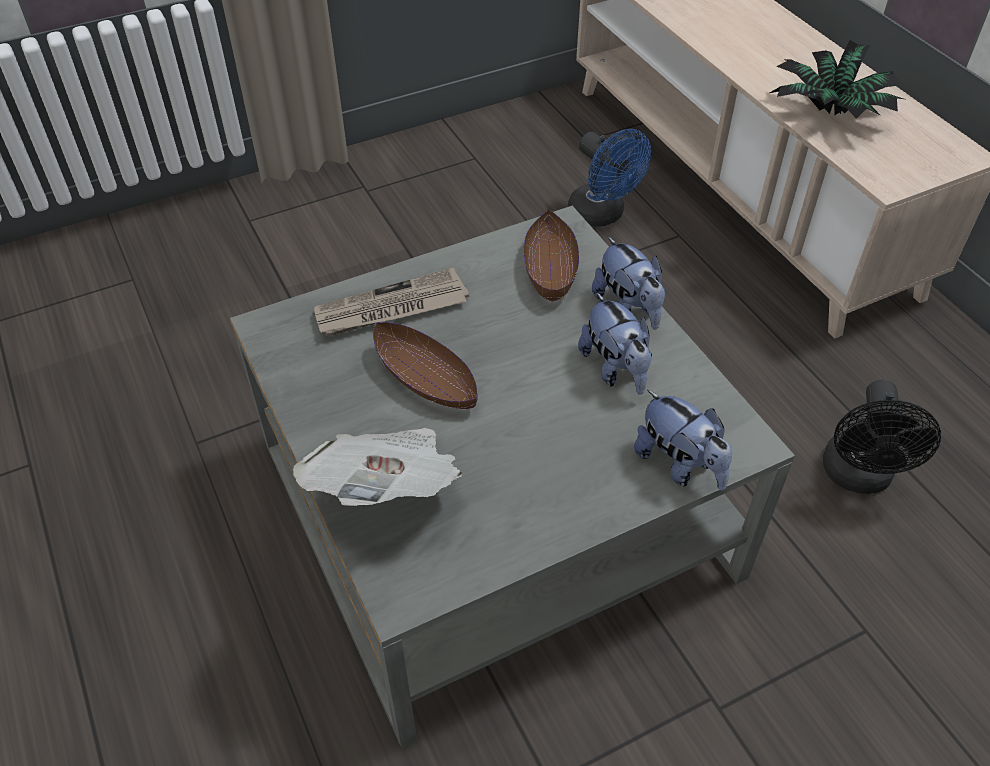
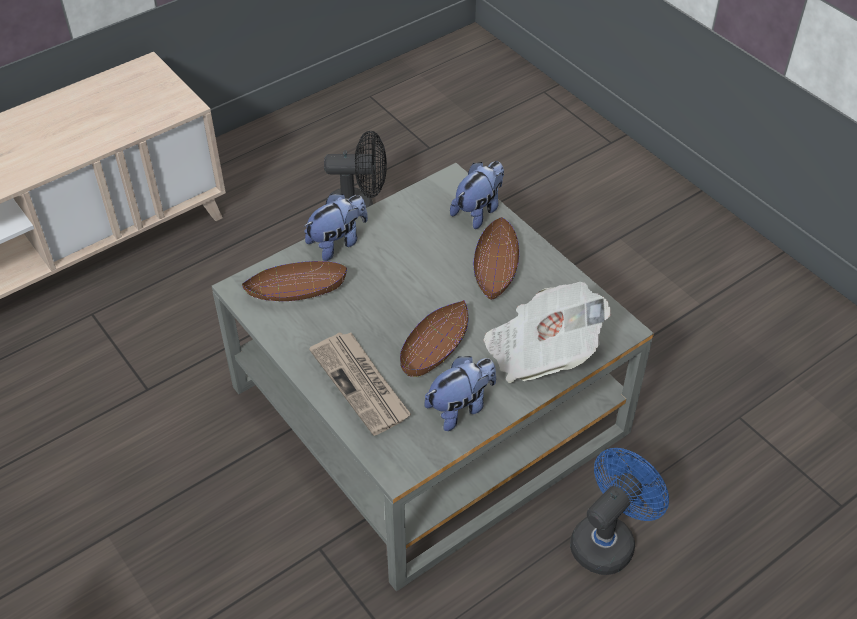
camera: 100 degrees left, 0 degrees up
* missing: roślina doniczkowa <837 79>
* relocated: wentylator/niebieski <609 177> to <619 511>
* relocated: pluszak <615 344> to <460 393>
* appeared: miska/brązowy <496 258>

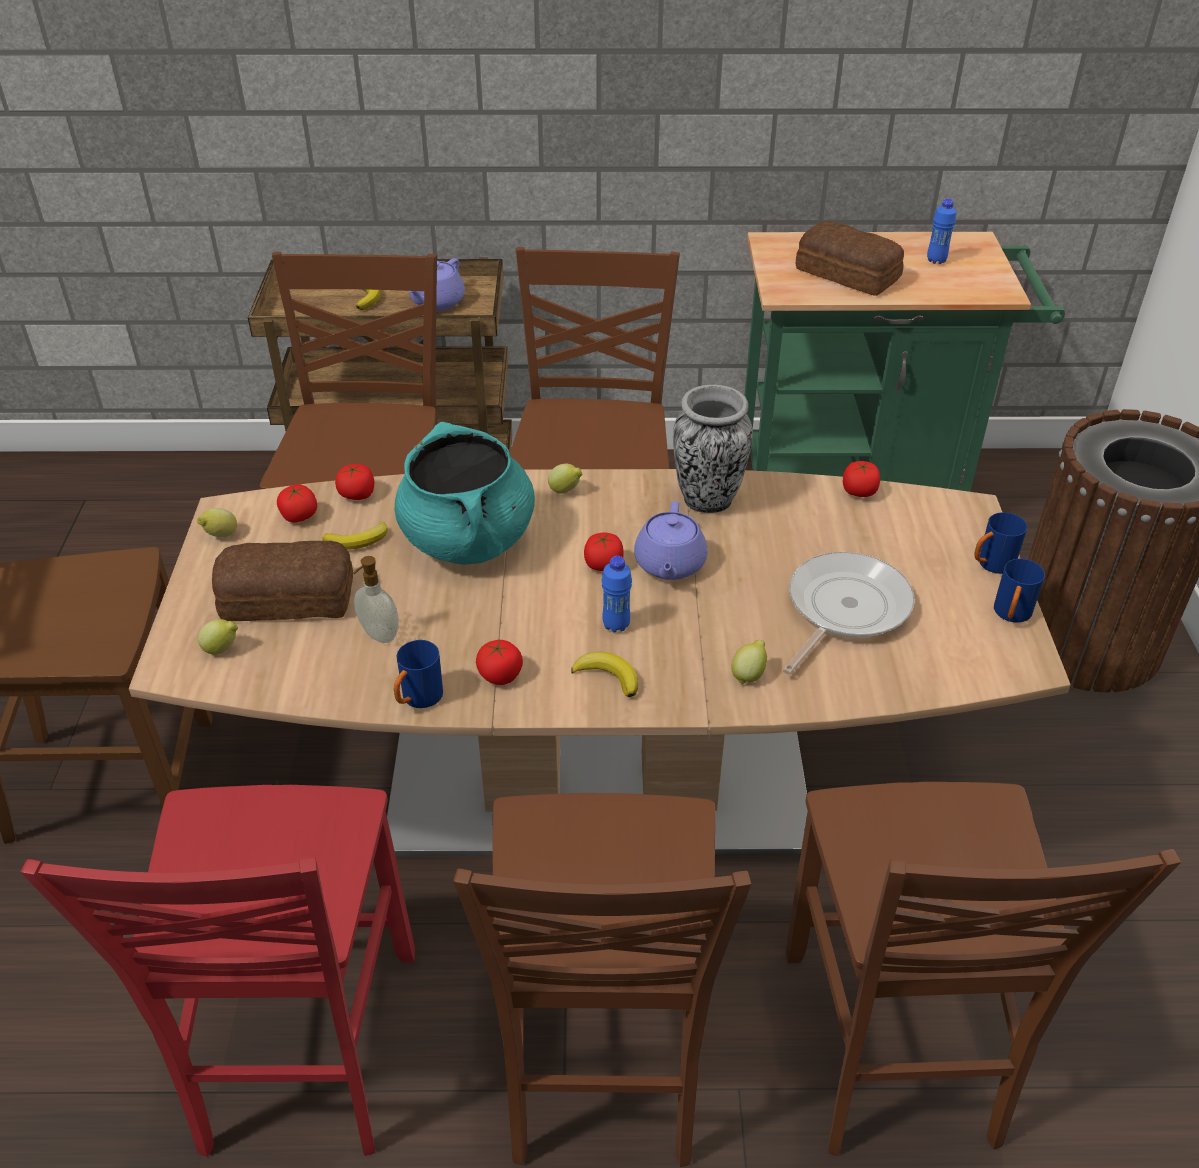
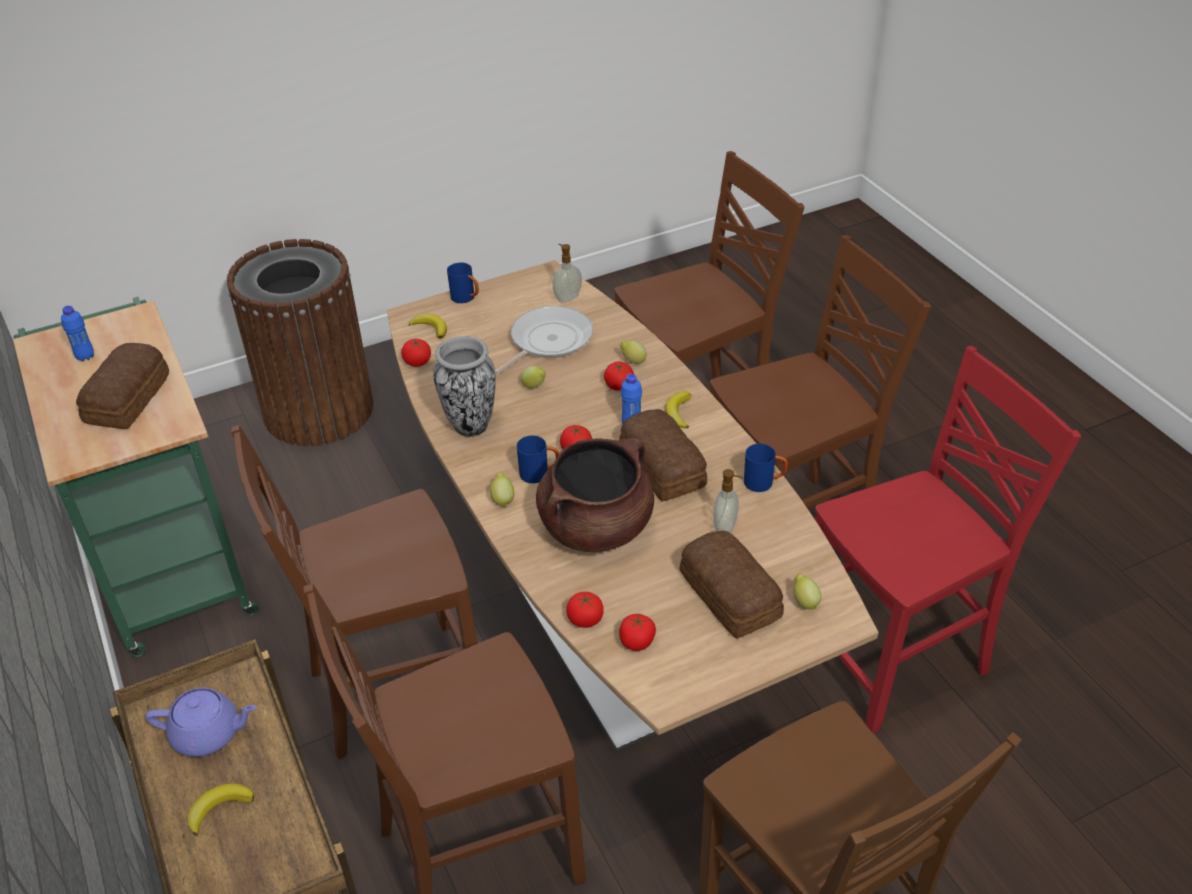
camera: 115 degrees left, 0 degrees up
* colour: garnek/turkusowy <465 493> to garnek/brązowy <595 495>
* missing: imbryk/fioletowy <670 540>
* relocated: cytryna <217 522> to <533 377>
* relocated: banan <355 536> to <428 326>
* spun: patelnia <849 613> = <544 341> 120 degrees clockwise
* relocated: kubek/niebieski <1019 590> to <538 459>
* relocated: pomidor <499 662> to <619 376>
* appeared: dozownik mydła <567 273>
* appeared: chleb <663 455>

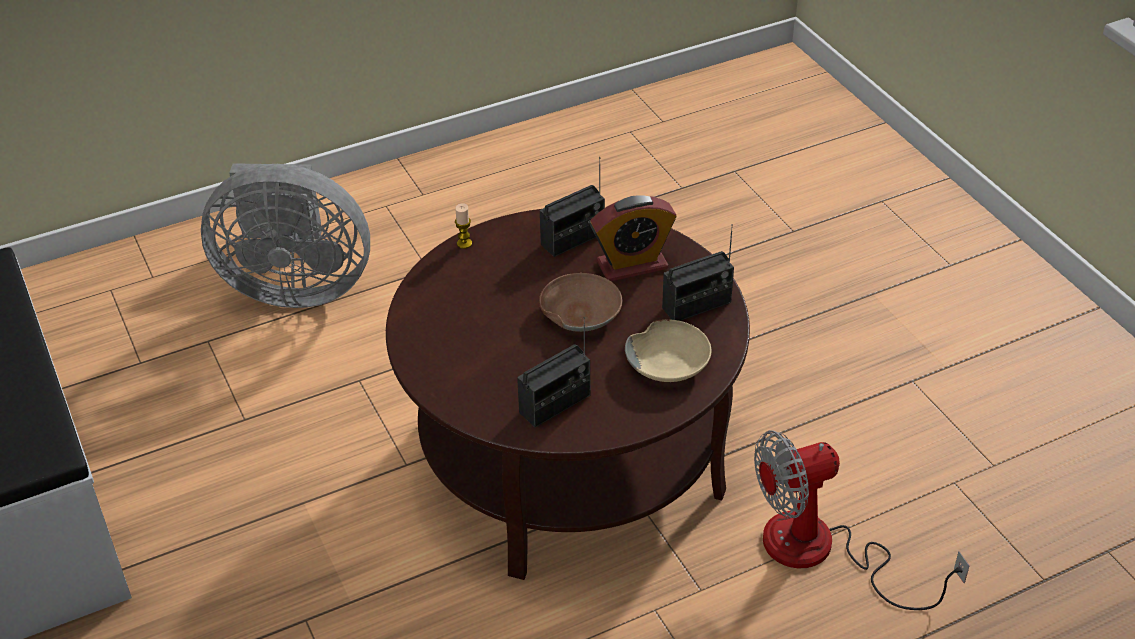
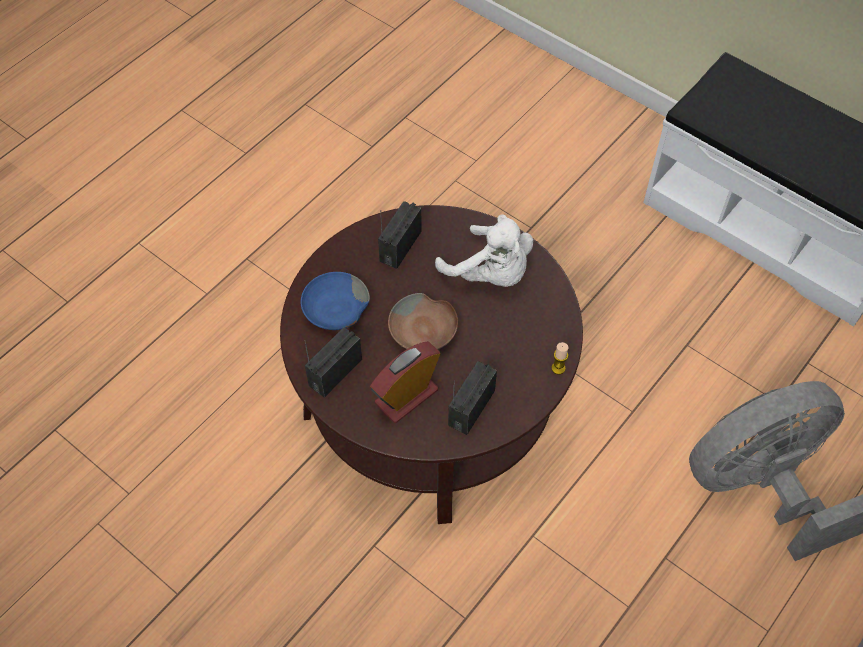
camera: 155 degrees right, 15 degrees up
* colour: miska/beżowy <668 350> to miska/niebieski <335 301>
* missing: wentylator <862 520>
* appeared: pluszak/biały <484 250>

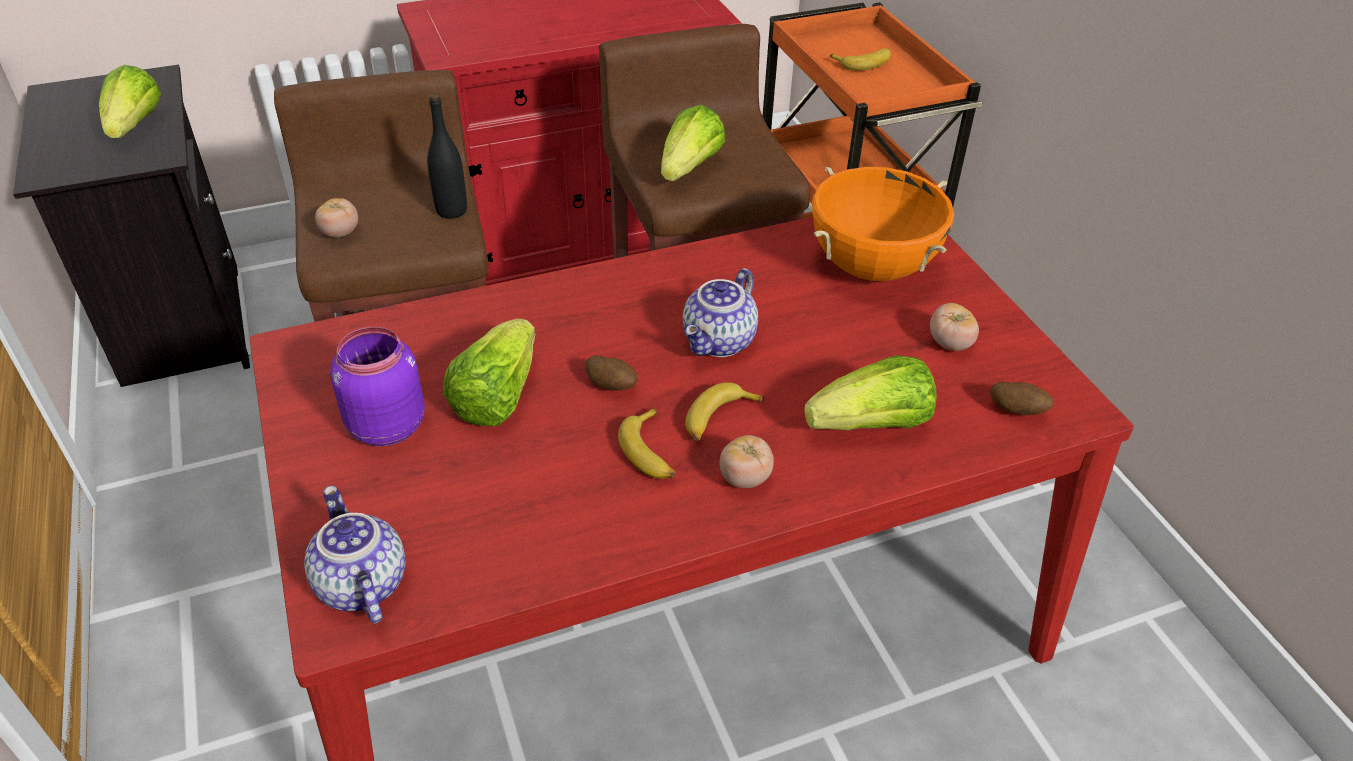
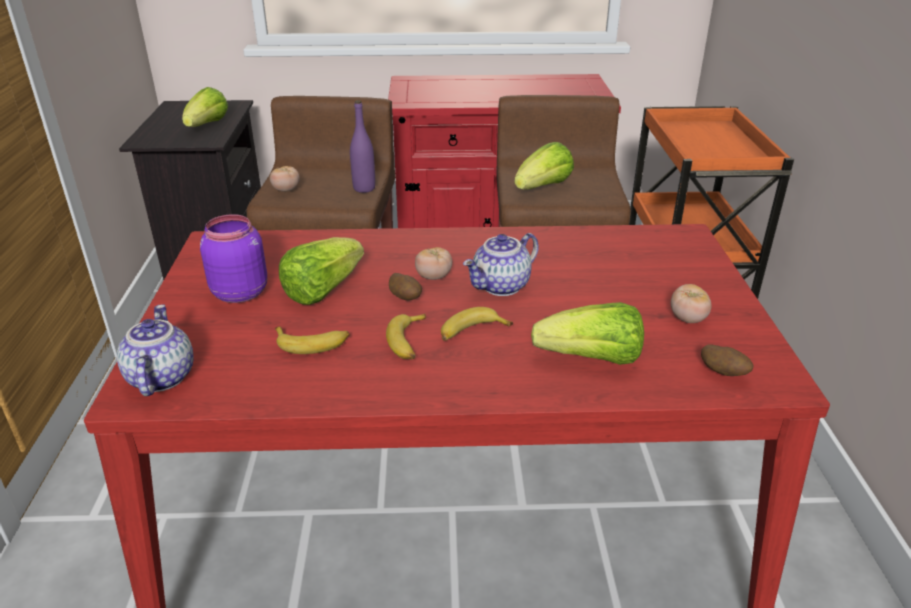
camera: 20 degrees right, 10 degrees down
* relocated: banan <860 59> to <312 340>
* colour: butelka/czarny <447 156> to butelka/fioletowy <362 146>
* missing: garnek/pomarańczowy <883 224>
* relocated: pomidor <747 461> to <433 263>

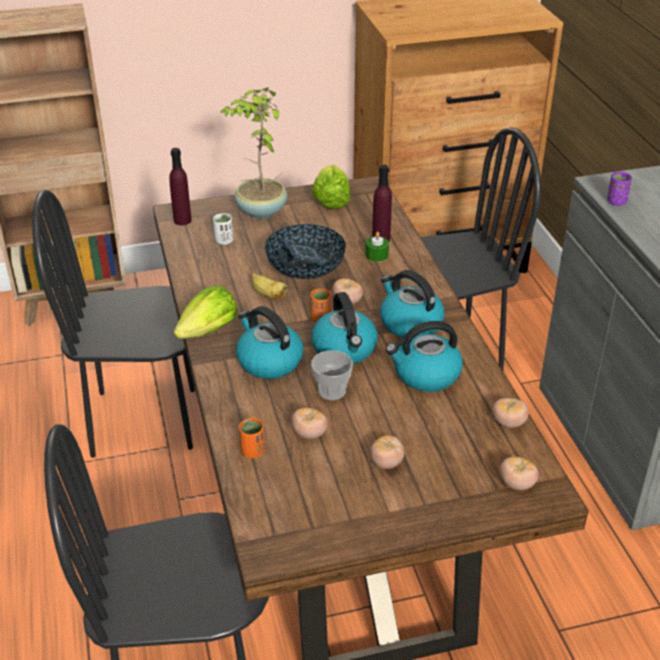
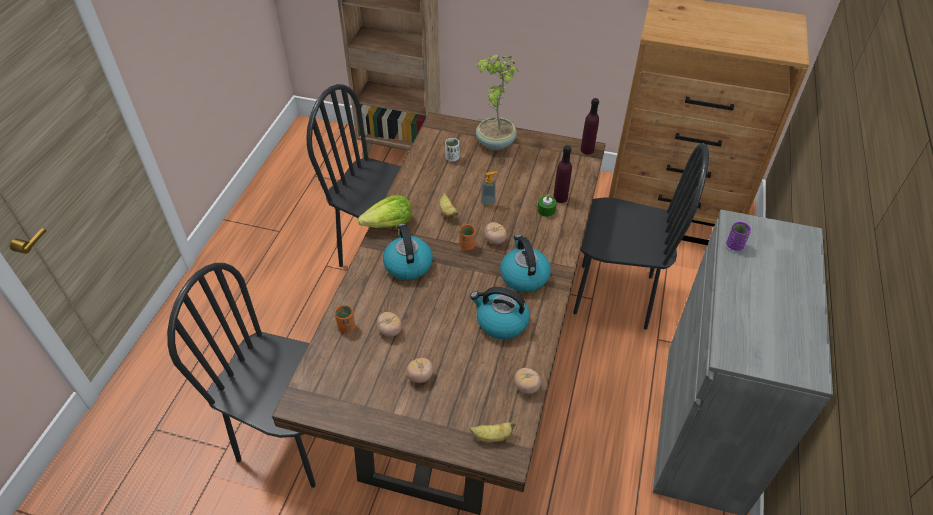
camera: 30 degrees right, 10 degrees up
* relocated: butelka/fioletowy <180 186> to <590 126>
* missing: sałata <331 187>
* exchanged: miska <305 251> to dozownik mydła <489 189>
* missing: czajnik <344 328>
* missing: filiżanka <332 375>
* exchanged: pomidor <519 473> to banan <493 432>

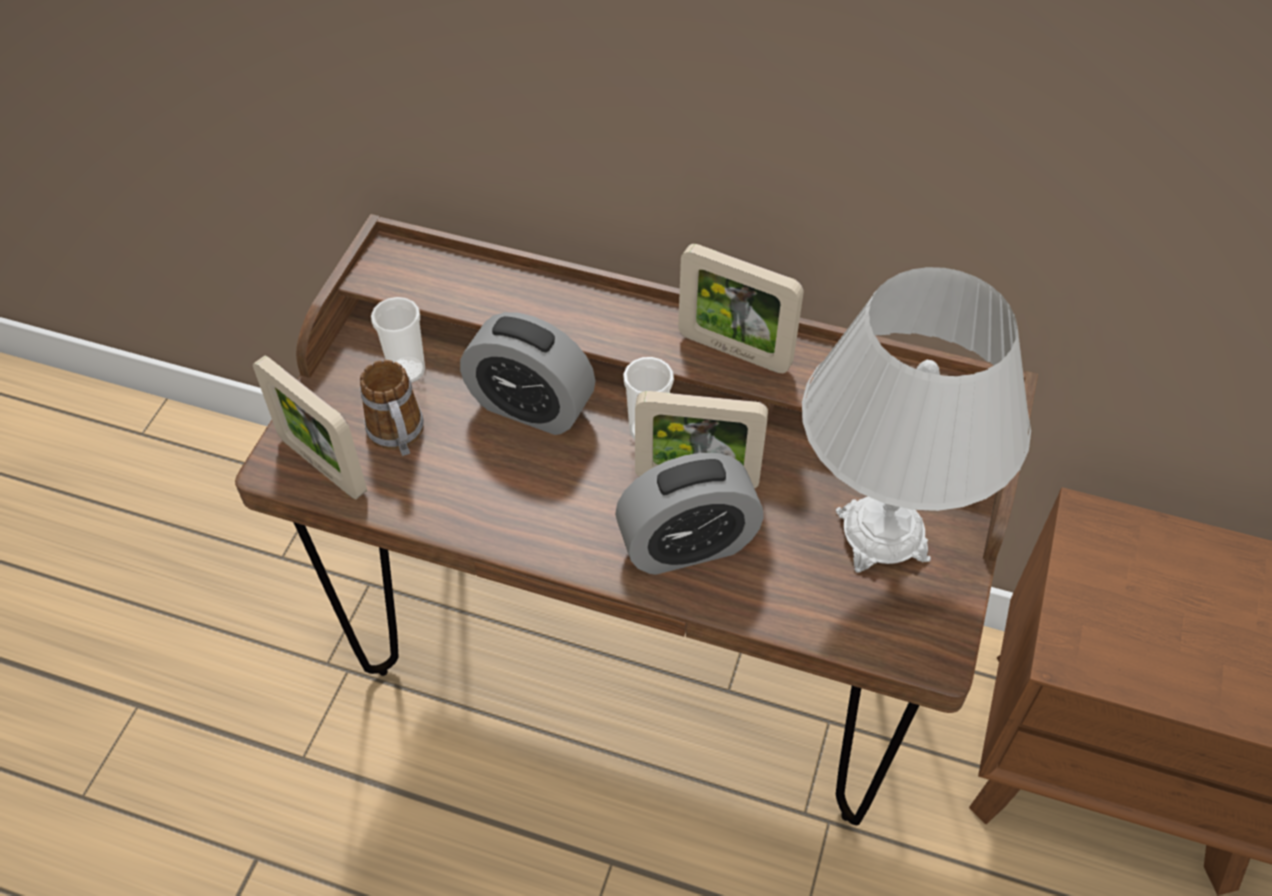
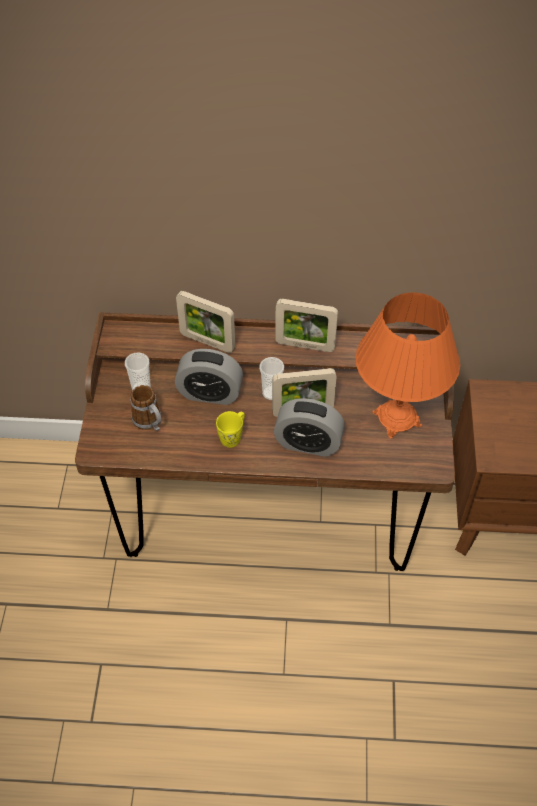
camera: 15 degrees left, 0 degrees up
* colour: lampa stołowa/biały <916 420> to lampa stołowa/pomarańczowy <407 365>
* relocated: ramka na zdjęcie <310 427> to <205 322>
* spun: budzik <689 514> = <309 427> 45 degrees clockwise
* appeared: kubek/żółty <230 429>

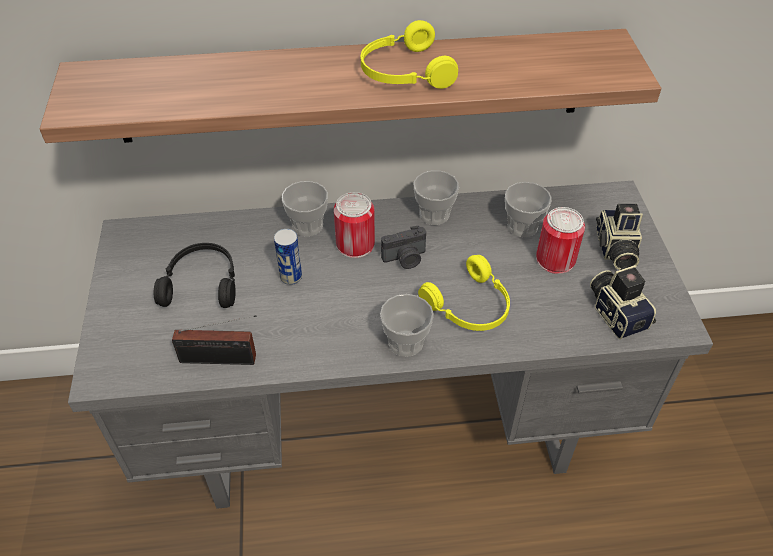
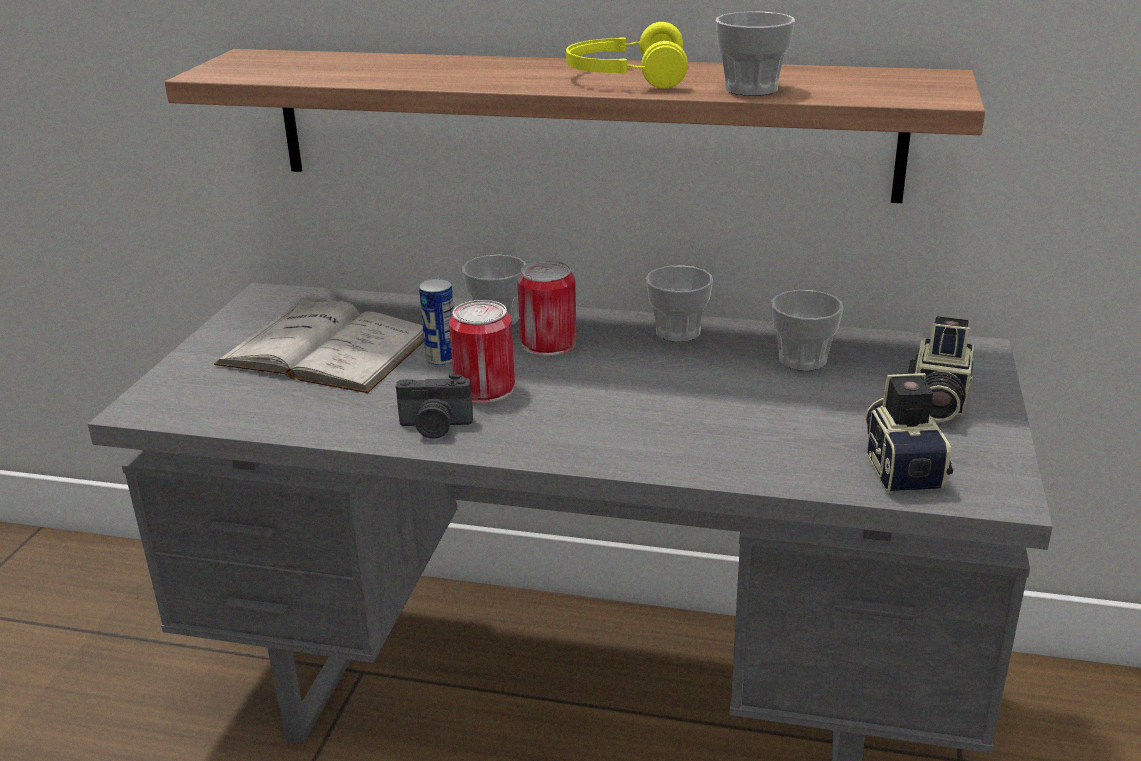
camera: 20 degrees right, 20 degrees down
* relocated: puszka <560 240> to <482 352>
* relocated: aparat fotograficzny <403 247> to <434 406>
* exchanged: słuchawki/czarny <195 275> to książka/biały <319 345>
* missing: słuchawki/żółty <464 293>
* relocated: filiżanka <407 325> to <755 54>
* missing: radio <214 340>

